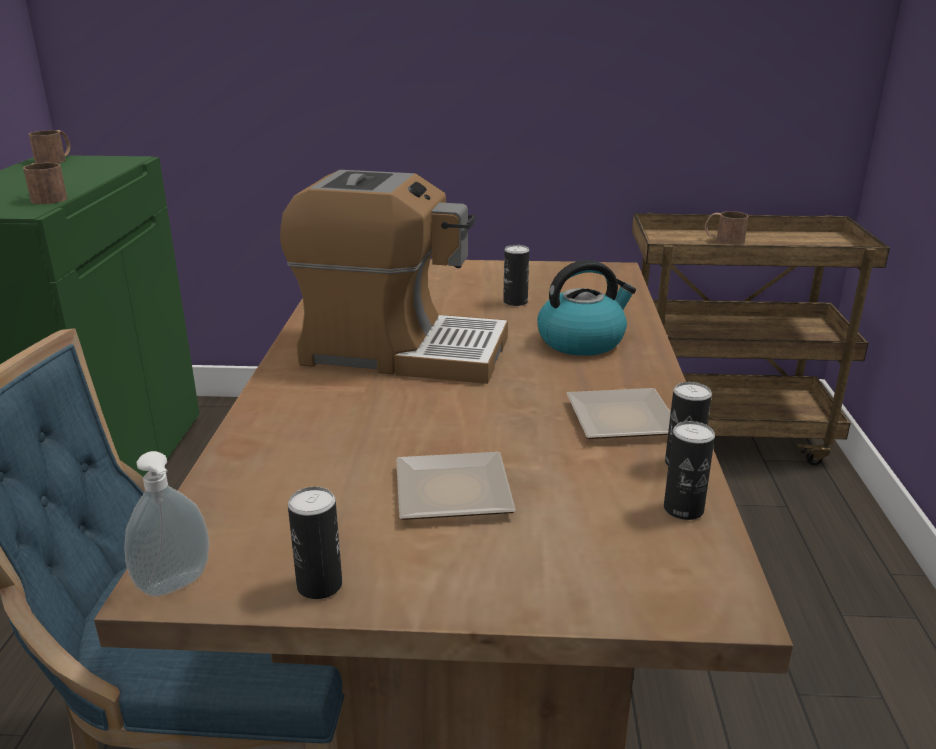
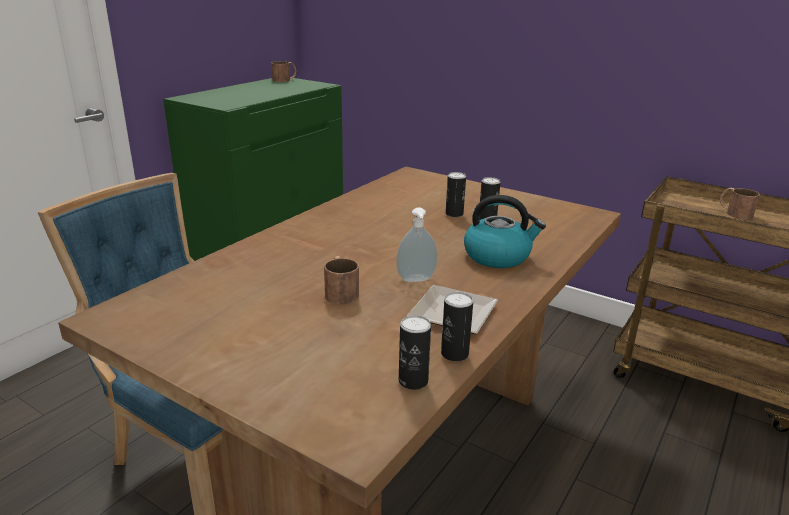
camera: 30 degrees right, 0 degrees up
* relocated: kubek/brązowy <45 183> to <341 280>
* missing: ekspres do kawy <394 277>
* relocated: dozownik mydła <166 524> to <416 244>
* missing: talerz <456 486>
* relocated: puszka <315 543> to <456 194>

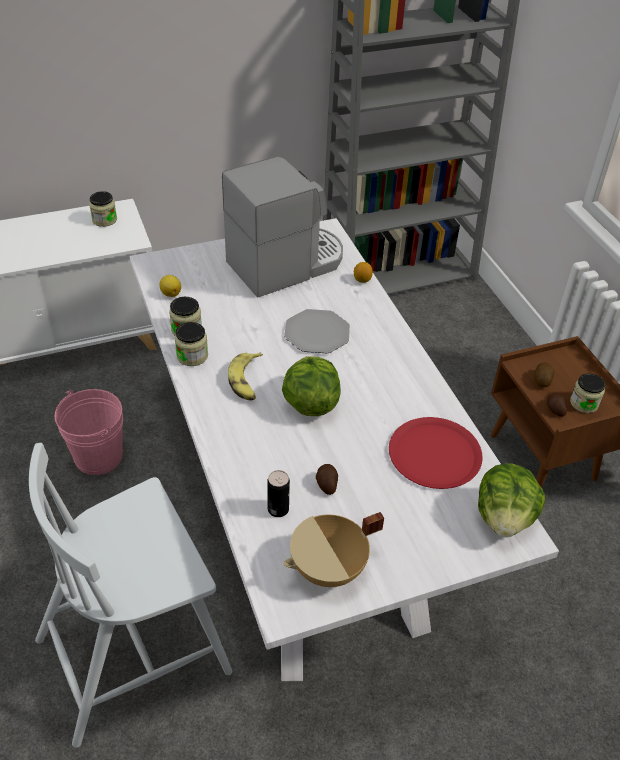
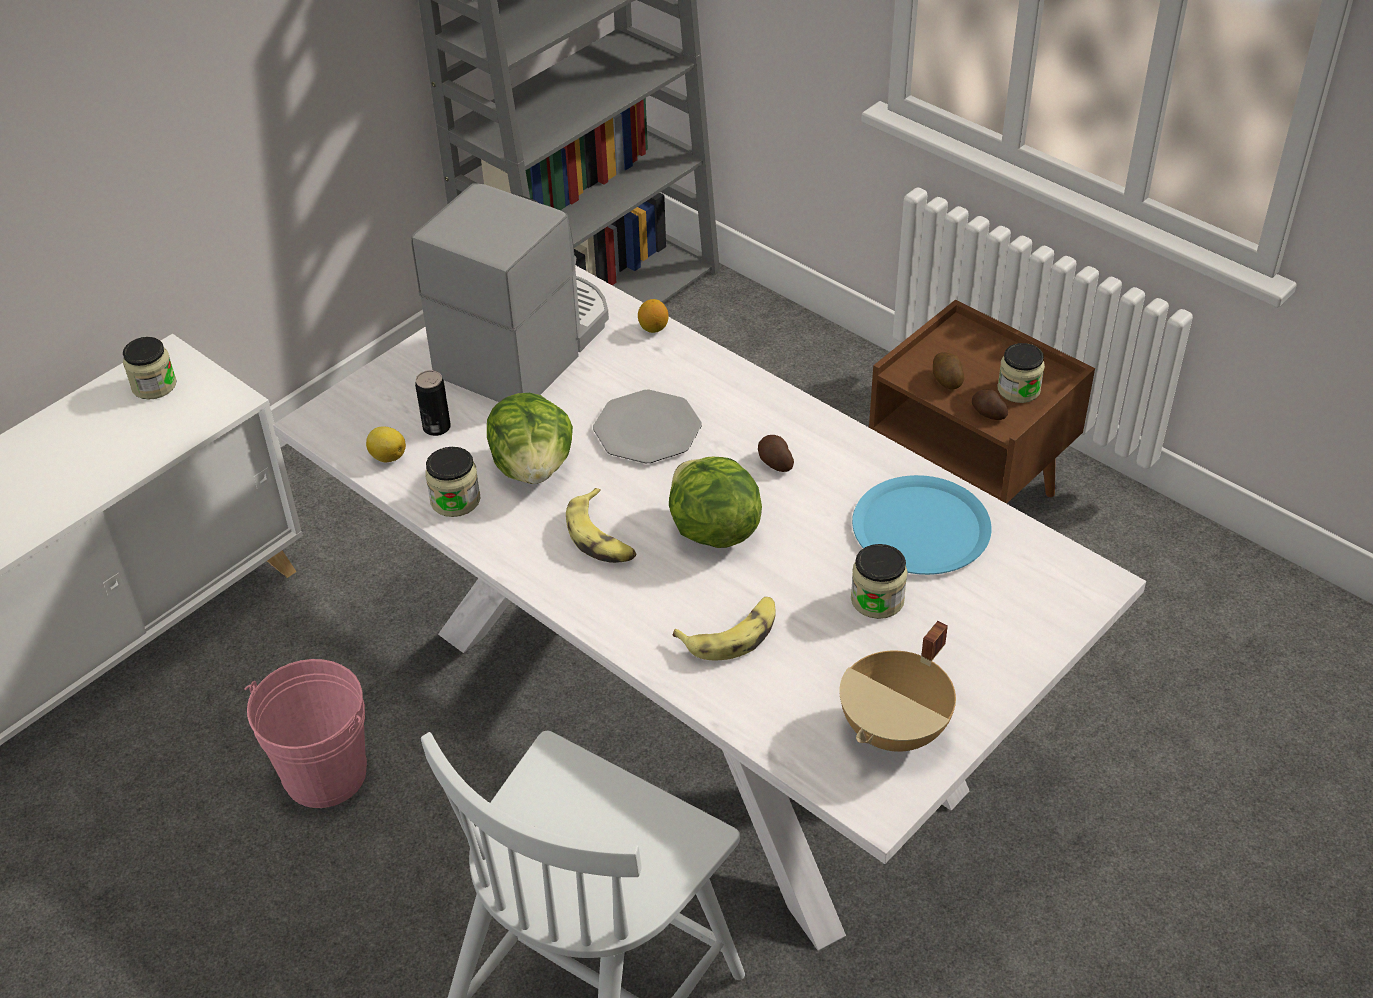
camera: 25 degrees left, 0 degrees up
* relocated: słoik <191 344> to <879 581>
* colour: talerz/czerwony <436 453> to talerz/niebieski <922 525>
* relocated: sałata <511 500> to <530 438>
* relocated: ziemniak <327 479> to <776 453>
* relocated: puszka <278 493> to <433 403>
* appeared: banan <724 628>

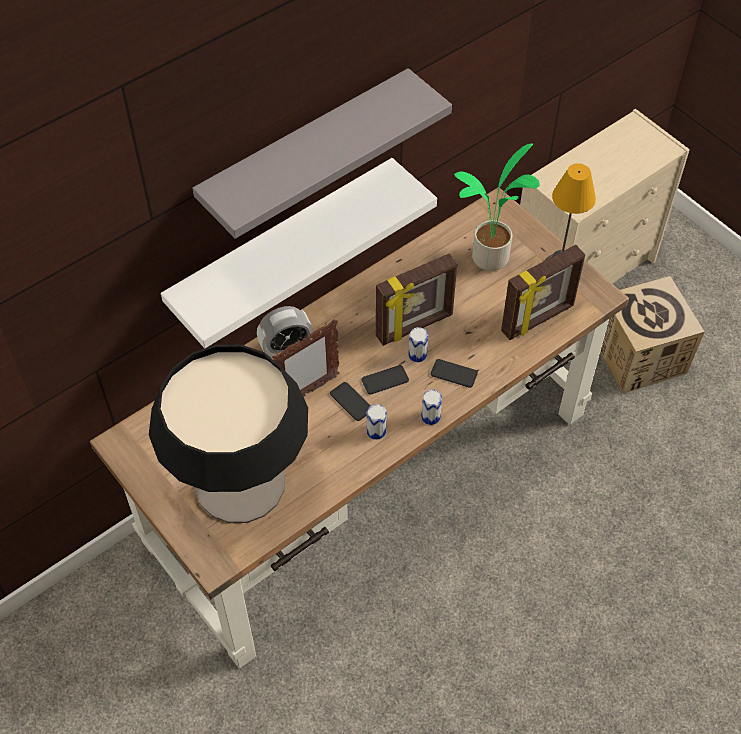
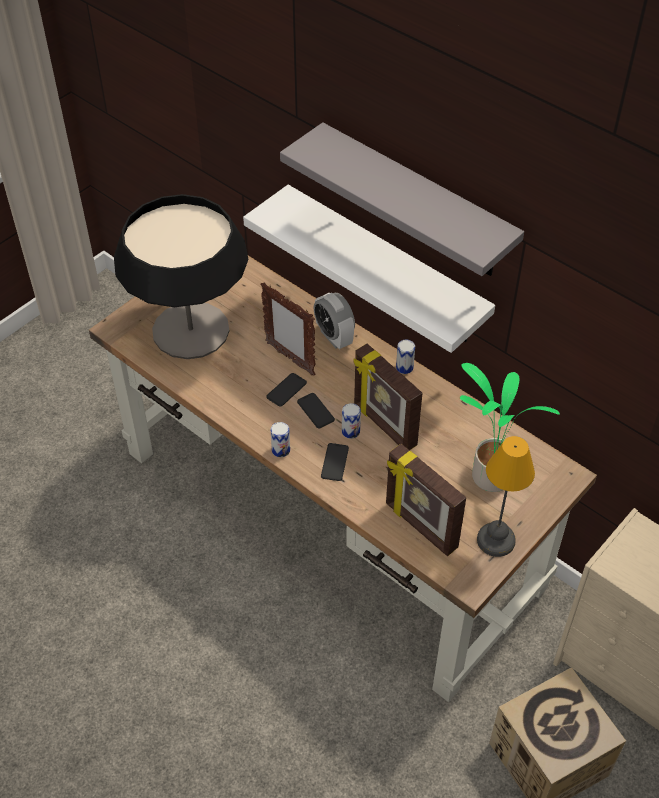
camera: 80 degrees right, 5 degrees down
* relocated: puszka <377 422> to <405 357>

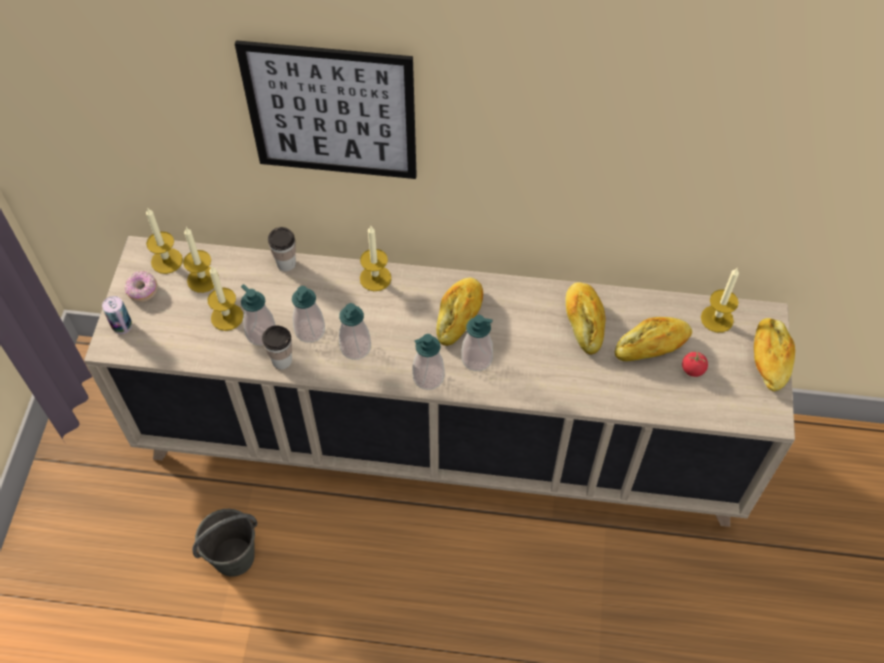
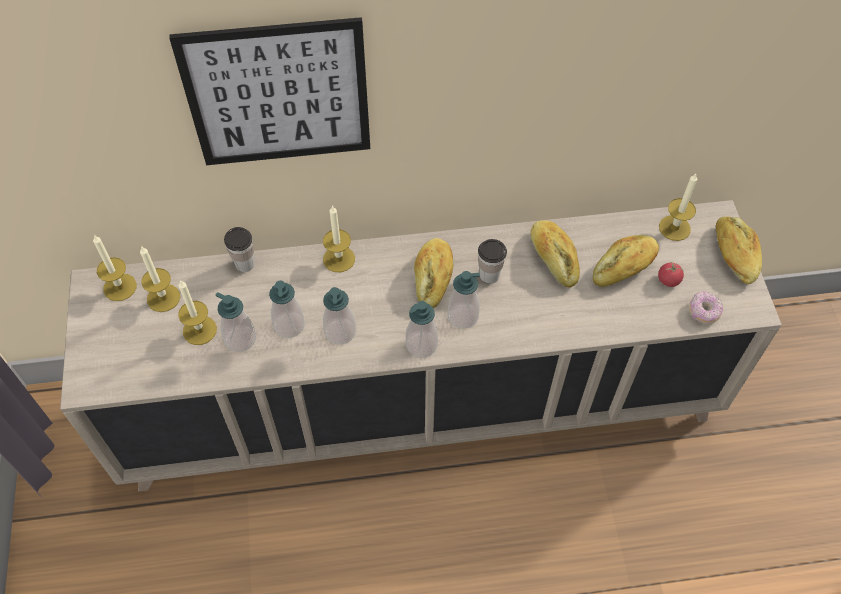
camera: 15 degrees left, 0 degrees up
* relocated: donut <141 286> to <706 307>
* missing: puszka <117 315>
* relocated: filiżanka <277 347> to <492 261>
* missing: wiadro/szary <224 543>

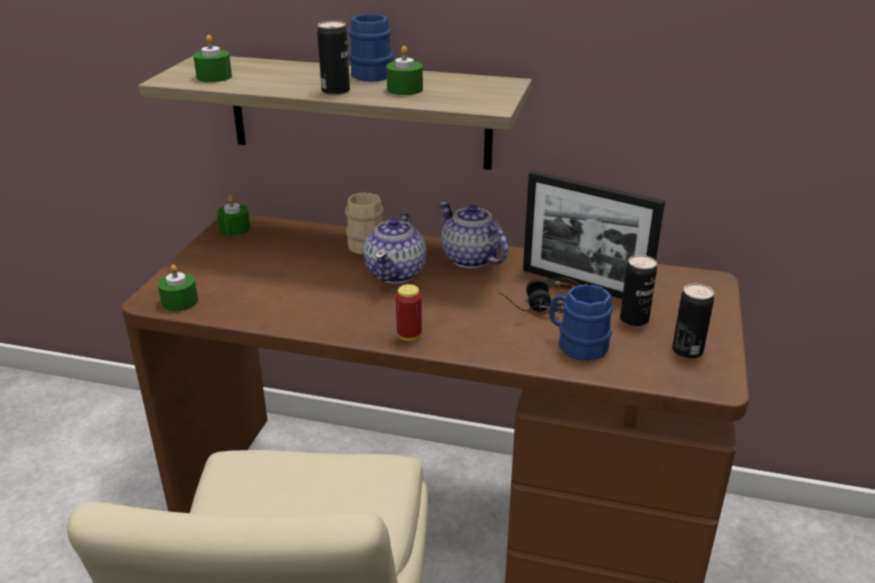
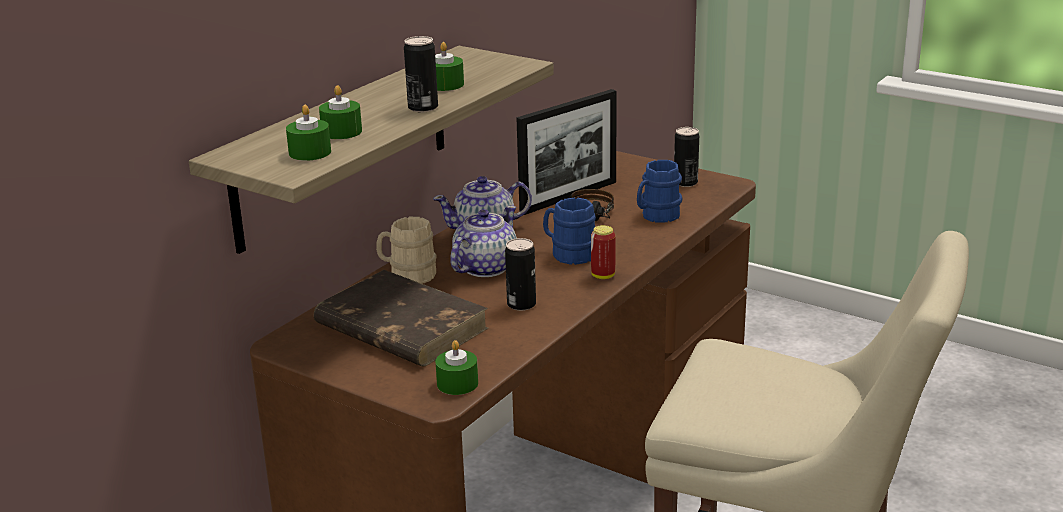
camera: 70 degrees left, 5 degrees down
* relocated: kubek/niebieski <371 48> to <569 231>
* relocated: świeca/zielony <233 215> to <340 112>
* spun: imbryk <395 248> = <483 241> 90 degrees counterclockwise
* relocated: puszka <638 290> to <520 274>
* appeared: książka/brązowy <401 318>

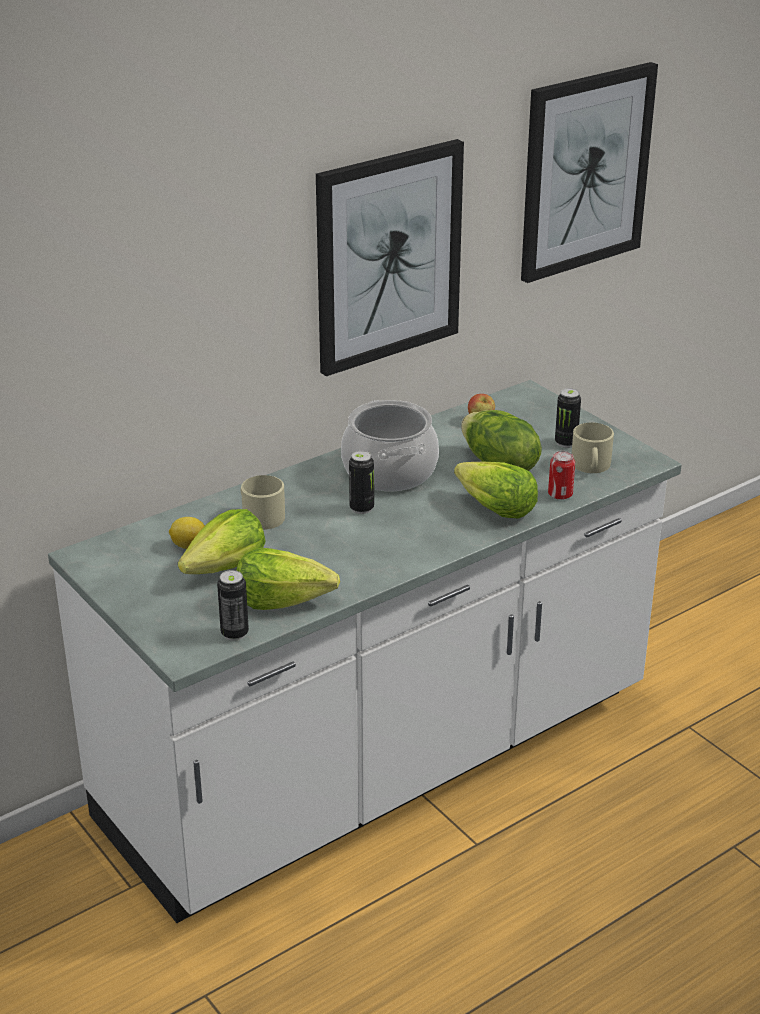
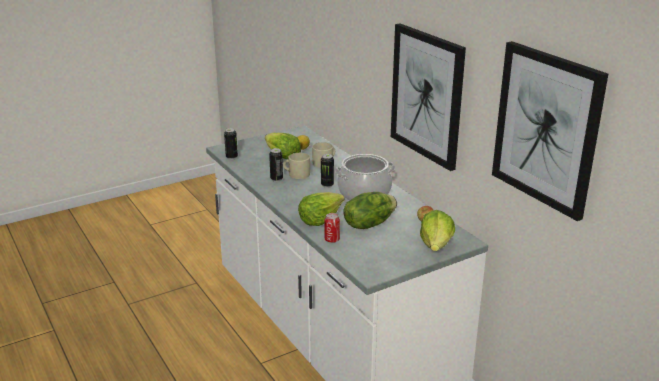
camera: 95 degrees right, 5 degrees down
* relocated: puszka <568 418> to <276 165>
* relocated: kubek/beżowy <593 448> to <296 166>
* relocated: sałata <288 579> to <437 230>

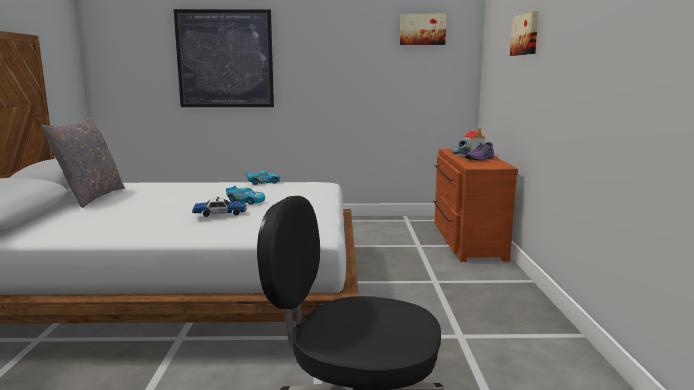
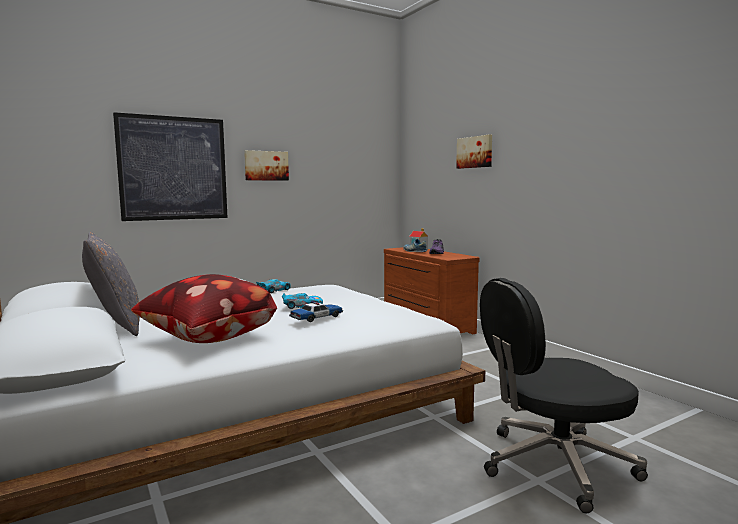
camera: 30 degrees left, 5 degrees down
* relocated: obraz <423 29> to <266 165>
* appeared: poduszka <204 308>

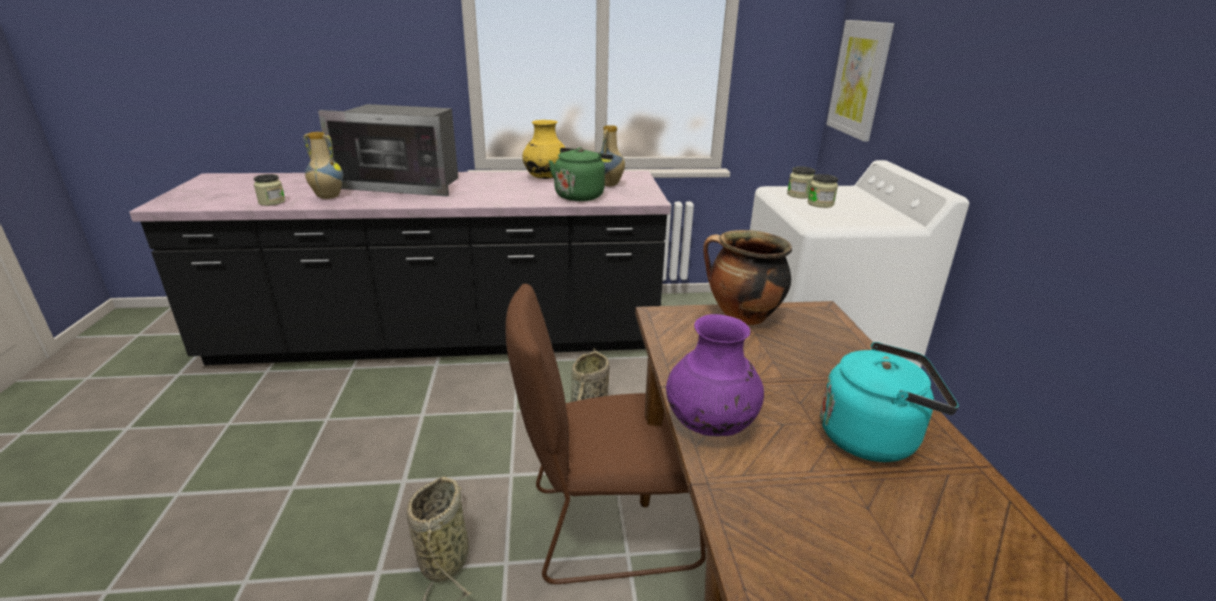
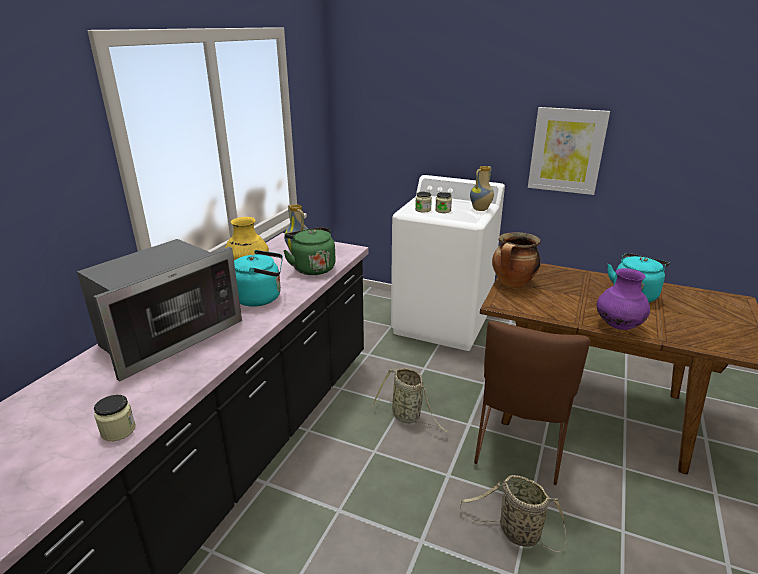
camera: 60 degrees left, 0 degrees up
* relocated: obraz <860 80> to <569 151>
* relocated: wazon <323 165> to <482 188>
* appeared: czajnik/turkusowy <258 278>

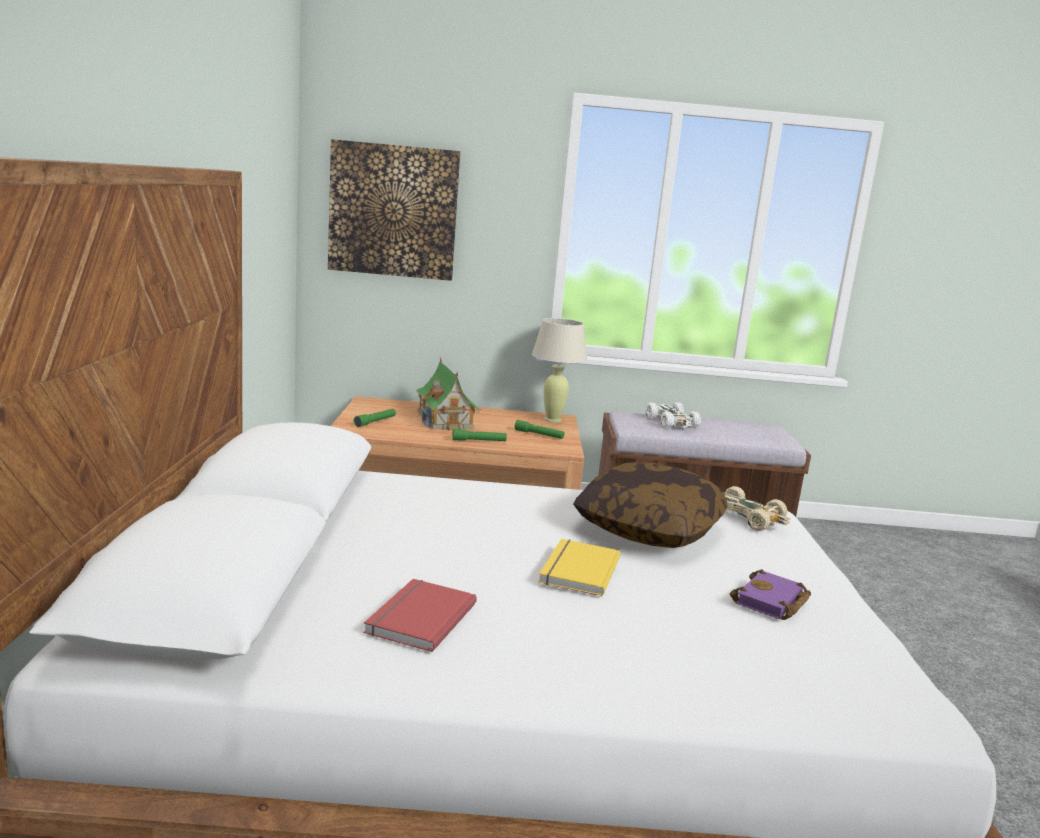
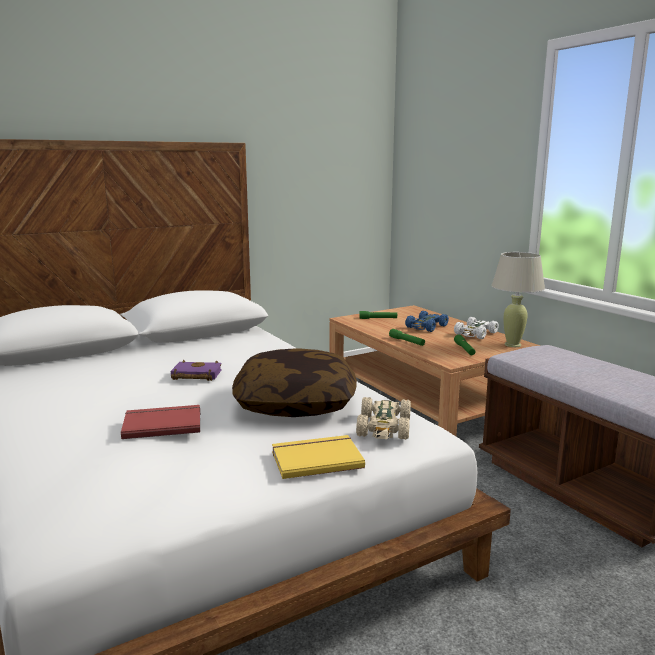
camera: 60 degrees right, 0 degrees up
* missing: obraz <394 210>
* exchanged: domek <449 394> to samochodzik/niebieski <427 321>
* relocated: samochodzik/biały <673 415> to <476 328>
* relocated: książka/żółty <579 567> to <318 457>
* relocated: książka/fioletowy <770 594> to <196 370>
* relocated: książka/czerwony <420 615> to <160 422>

